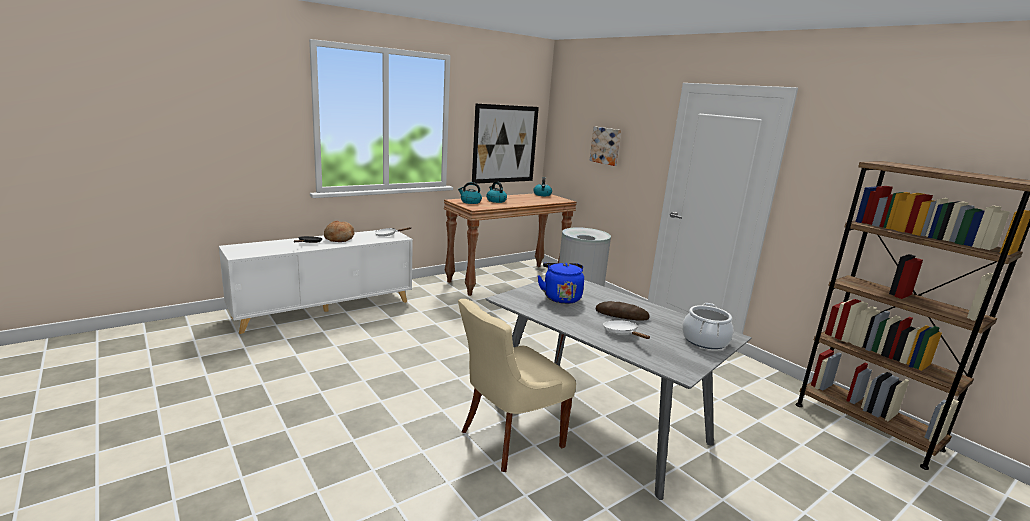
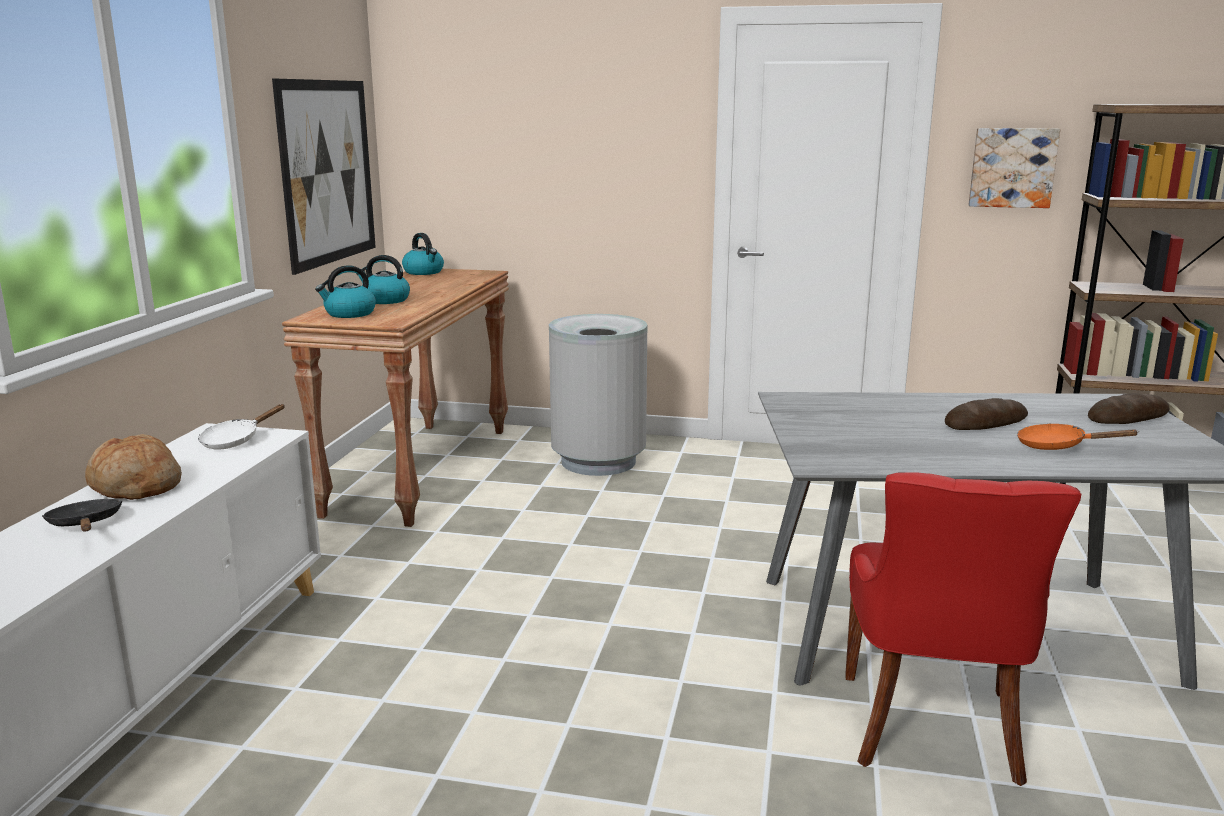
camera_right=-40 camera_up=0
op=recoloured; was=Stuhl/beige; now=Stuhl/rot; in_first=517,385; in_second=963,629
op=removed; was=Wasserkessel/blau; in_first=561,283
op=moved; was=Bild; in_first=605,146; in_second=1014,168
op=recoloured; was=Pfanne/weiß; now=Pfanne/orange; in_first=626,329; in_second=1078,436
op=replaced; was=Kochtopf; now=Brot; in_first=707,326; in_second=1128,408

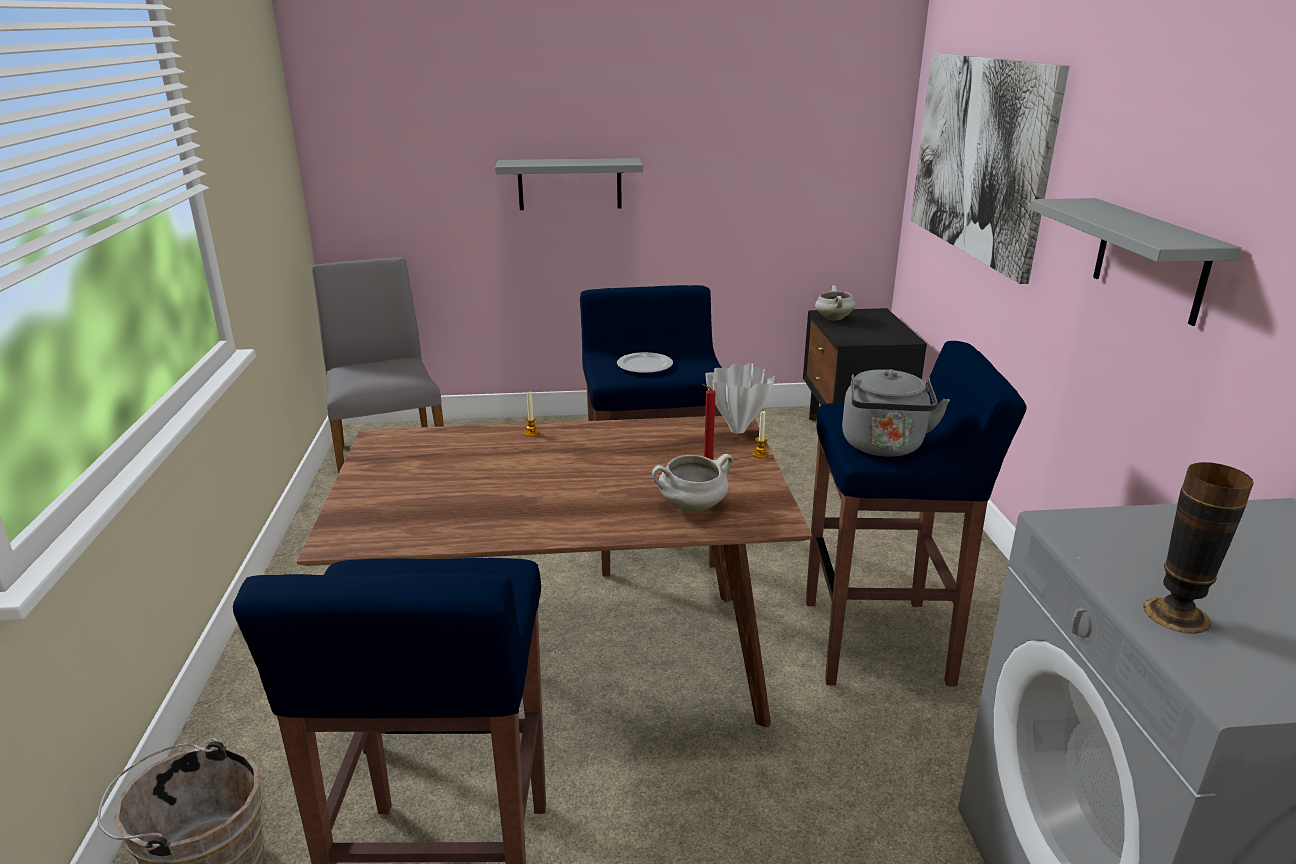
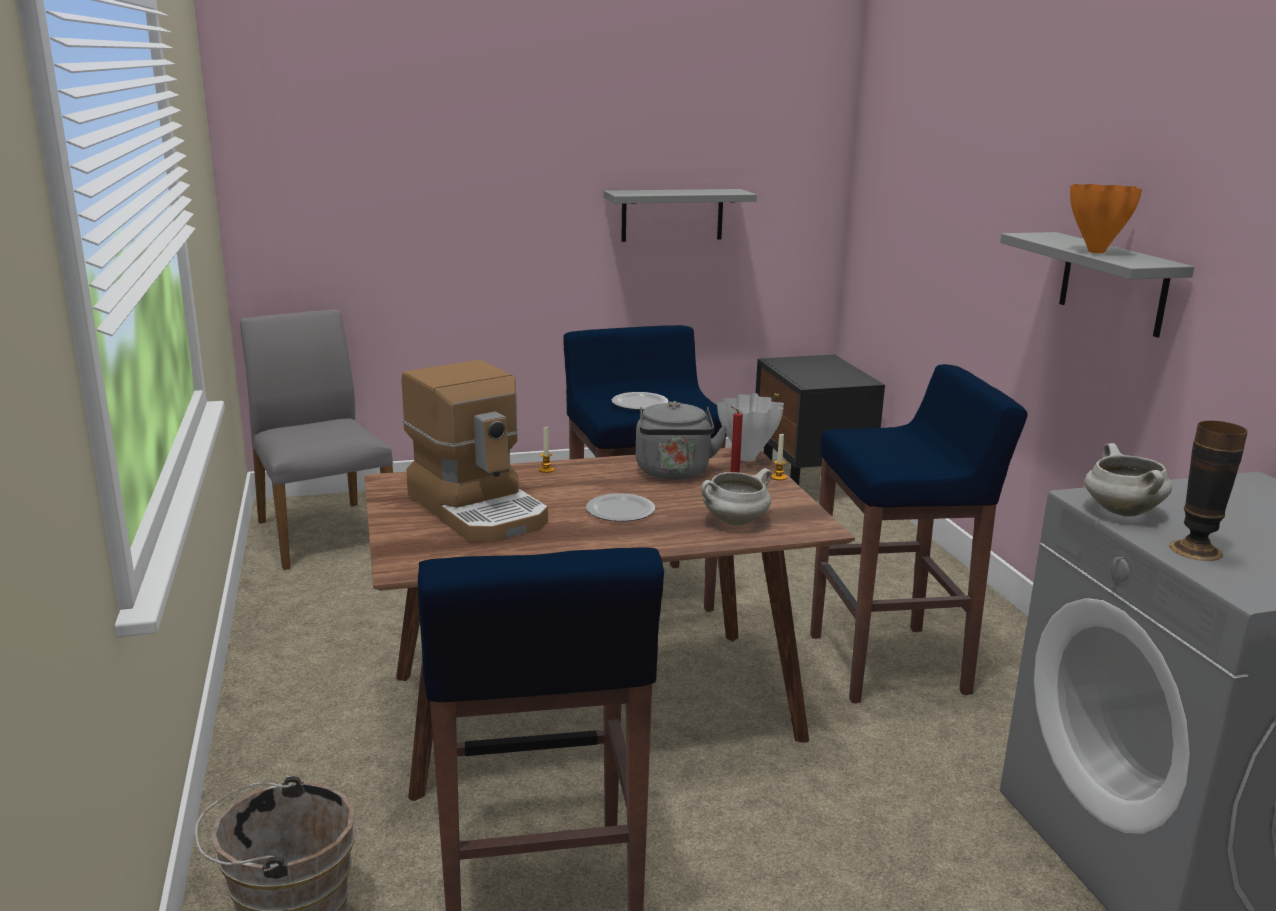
camera_right=-10 camera_up=-5
op=moved; was=Wandregal/grau; in_first=569,184; in_second=680,215
op=moved; was=Kochtopf/weiß; in_first=835,302; in_second=1128,480
op=moved; was=Wasserkessel/grau; in_first=896,413; in_second=682,440
op=removed; was=Bild; in_first=990,168
op=added; now=Kaffeemaschine; in_second=475,451
op=added; now=Teller; in_second=620,507
op=added; now=Vase/orange; in_second=1106,218

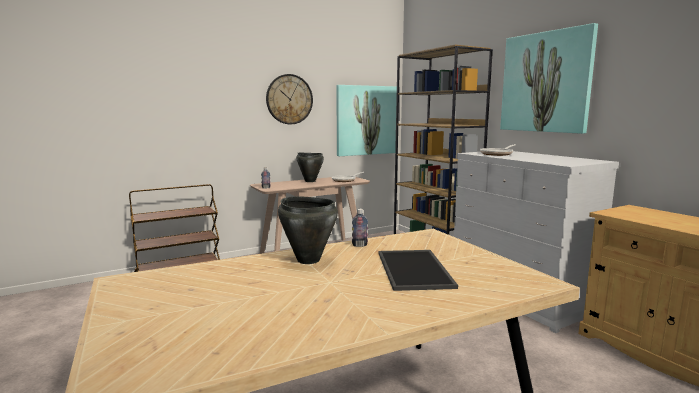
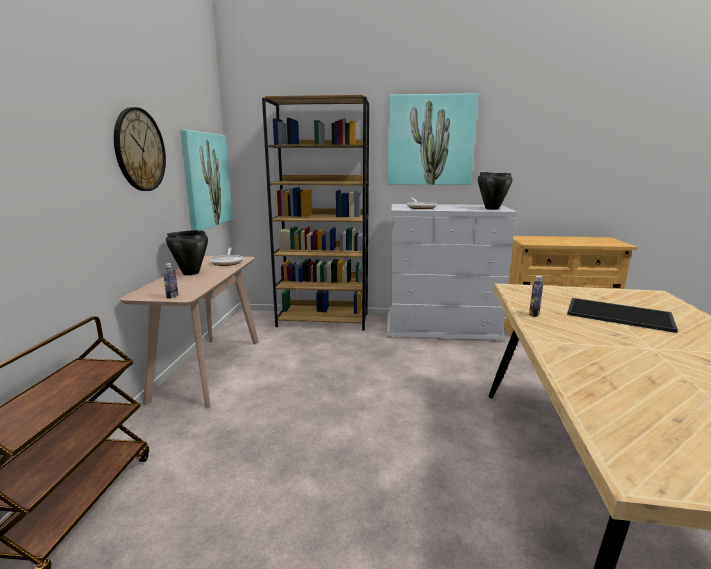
camera_right=-55 camera_up=5
op=moved; was=Kochtopf/schwarz; in_first=308,230; in_second=495,191

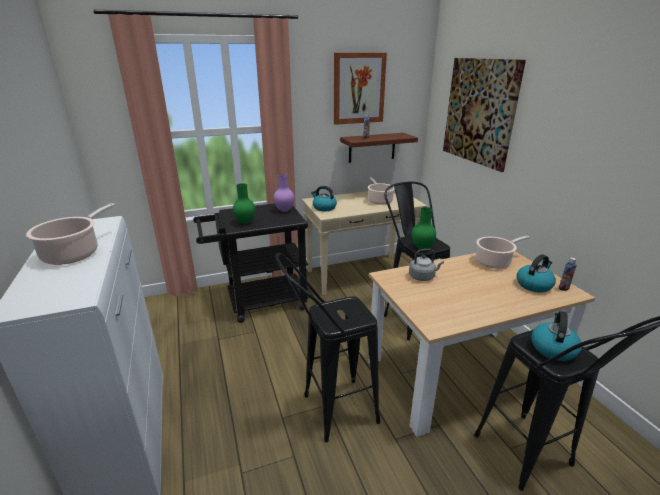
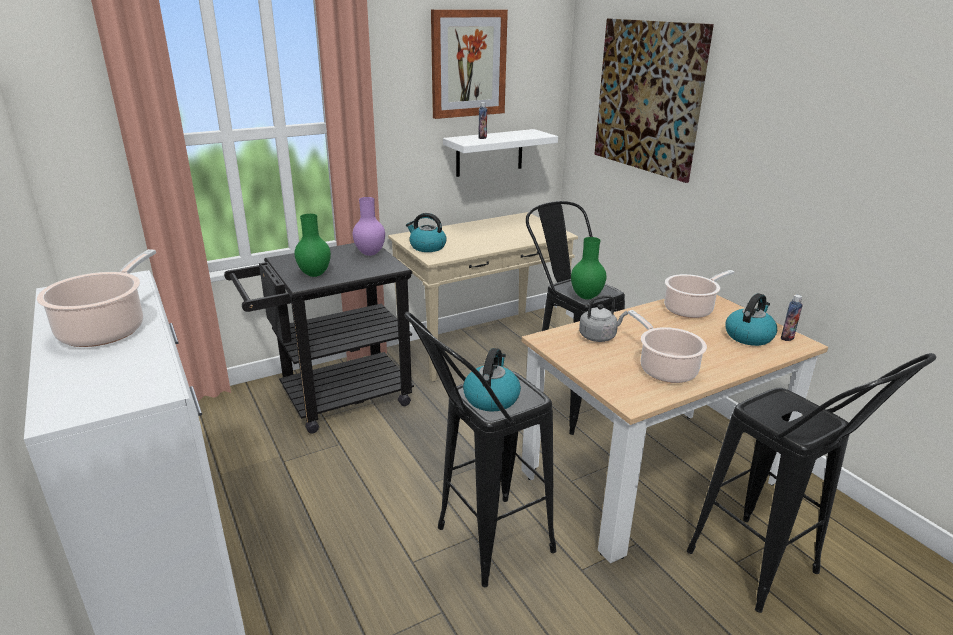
camera_right=-10 camera_up=0
op=recoloured; was=Wandregal/braun; now=Wandregal/weiß; in_first=379,148; in_second=500,153
op=moved; was=Kochtopf; in_first=381,191; in_second=667,346
op=moved; was=Wasserkessel; in_first=556,336; in_second=492,380

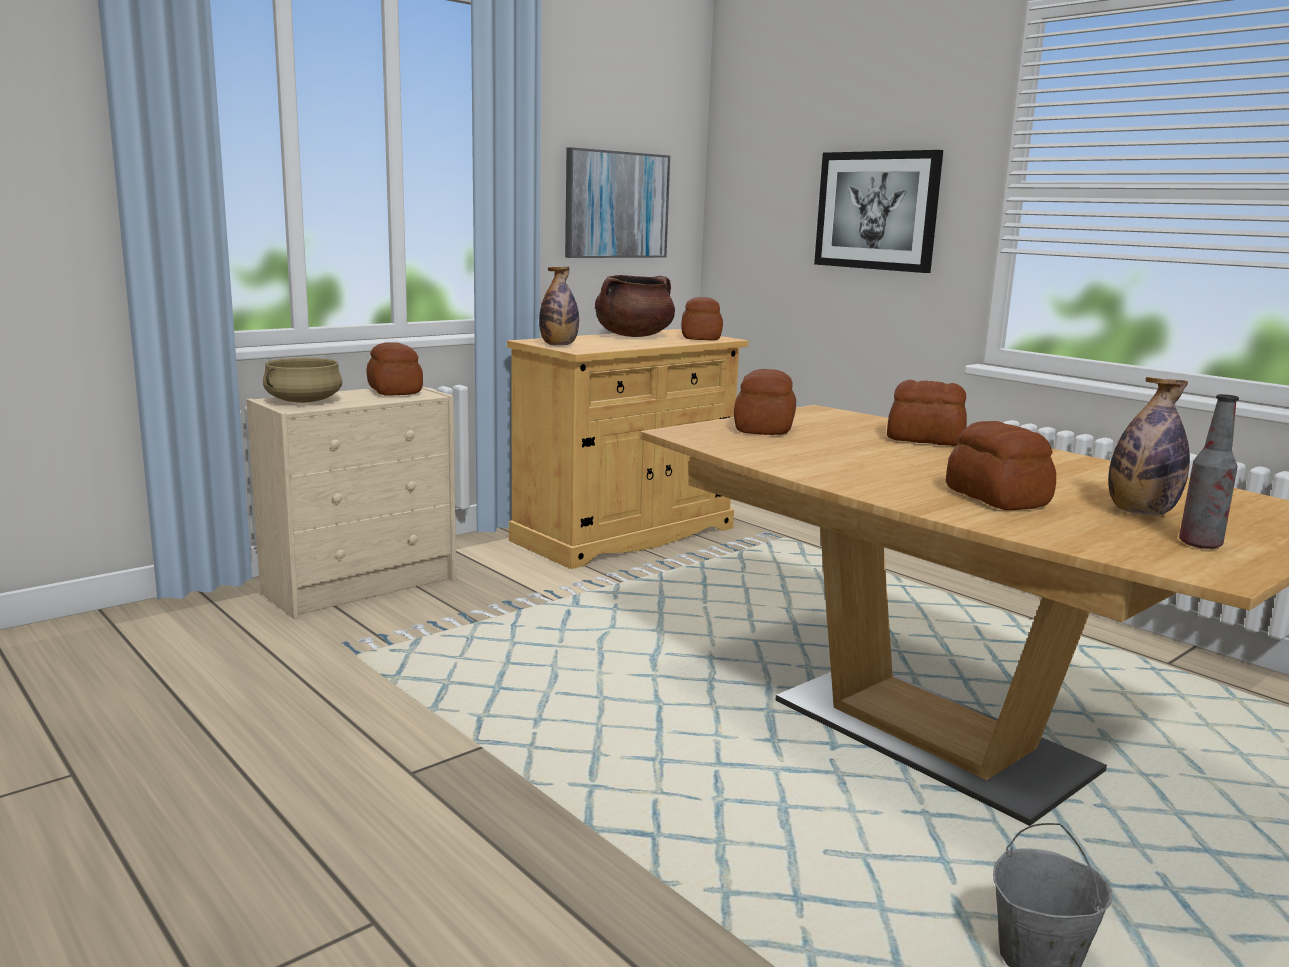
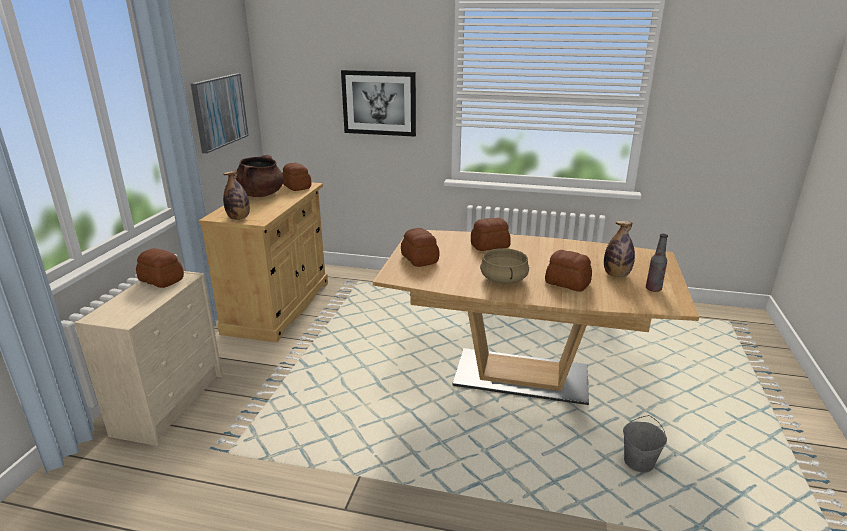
camera_right=-35 camera_up=10
op=moved; was=Kochtopf/beige; in_first=303,380; in_second=504,266

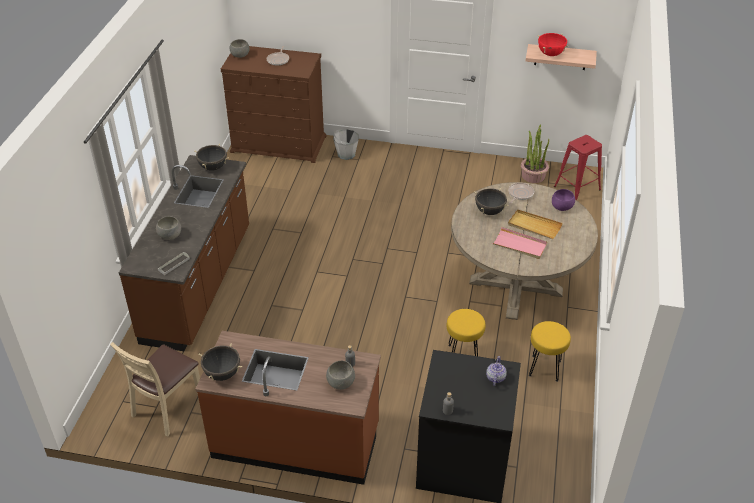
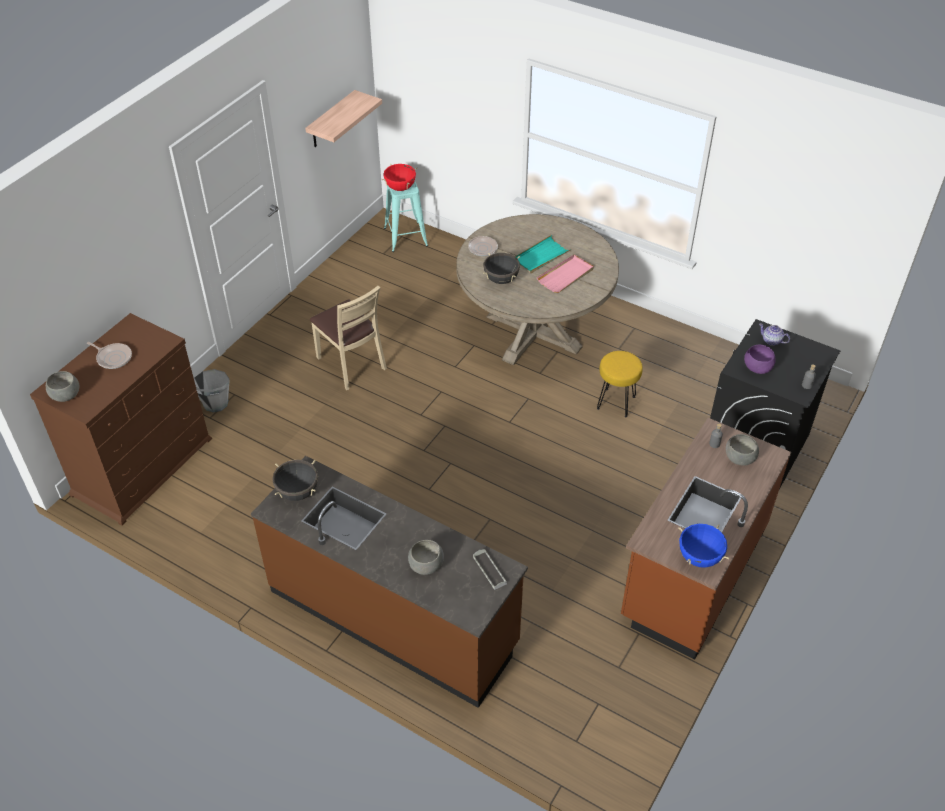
camera_right=-70 camera_up=5
op=moved; was=Stuhl/beige; in_first=155,389; in_second=348,338
op=recoloured; was=Kochtopf/schwarz; now=Kochtopf/blau; in_first=220,362; in_second=703,546
op=recoloured; was=Tablett/beige; now=Tablett/türkis; in_first=535,224; in_second=543,254
op=removed; was=Topfpflanze; in_first=535,153
op=removed; was=Hocker/gelb; in_first=550,351
op=moved; was=Kochtopf/rot; in_first=552,44; in_second=400,177
op=moved; was=Schüssel/lila; in_first=563,200; in_second=760,359
op=recoloured; was=Hocker/rot; now=Hocker/türkis; in_first=578,167; in_second=406,216

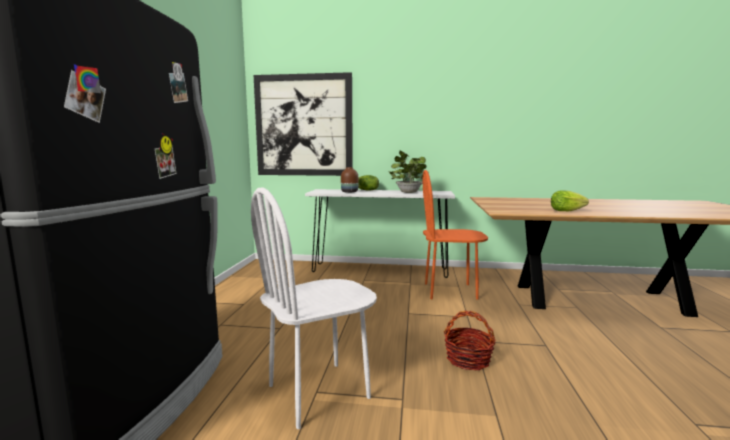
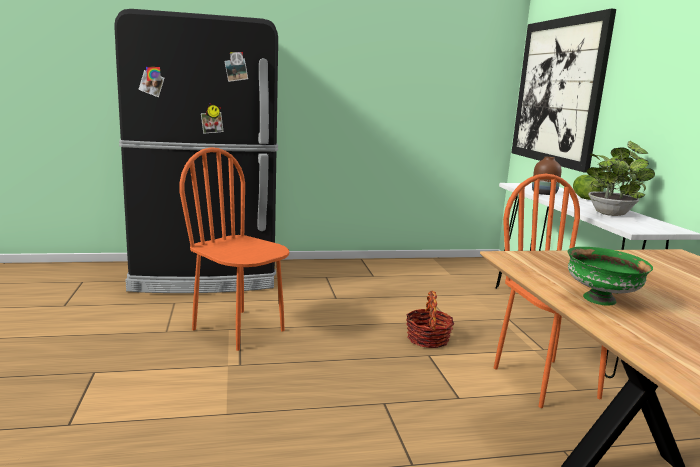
camera_right=70 camera_up=5
op=recoloured; was=Stuhl/weiß; now=Stuhl/orange; in_first=314,308; in_second=234,249
op=moved; was=Korb; in_first=470,340; in_second=430,319
op=replaced; was=Salatkopf; now=Schüssel/grün; in_first=570,200; in_second=610,276

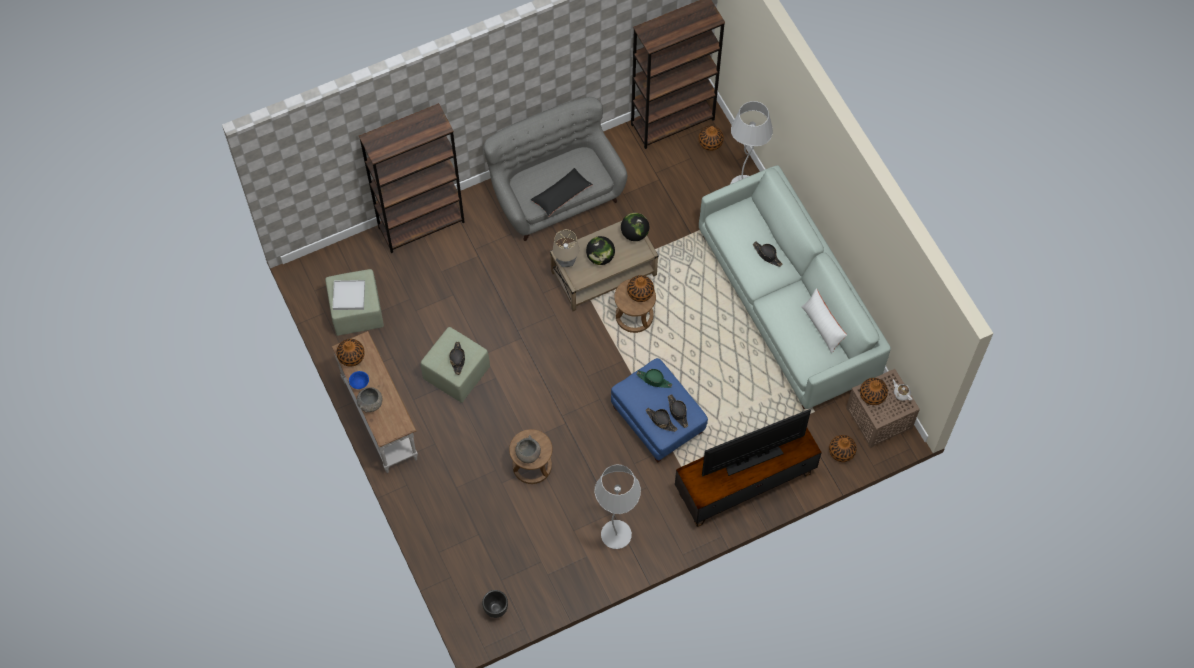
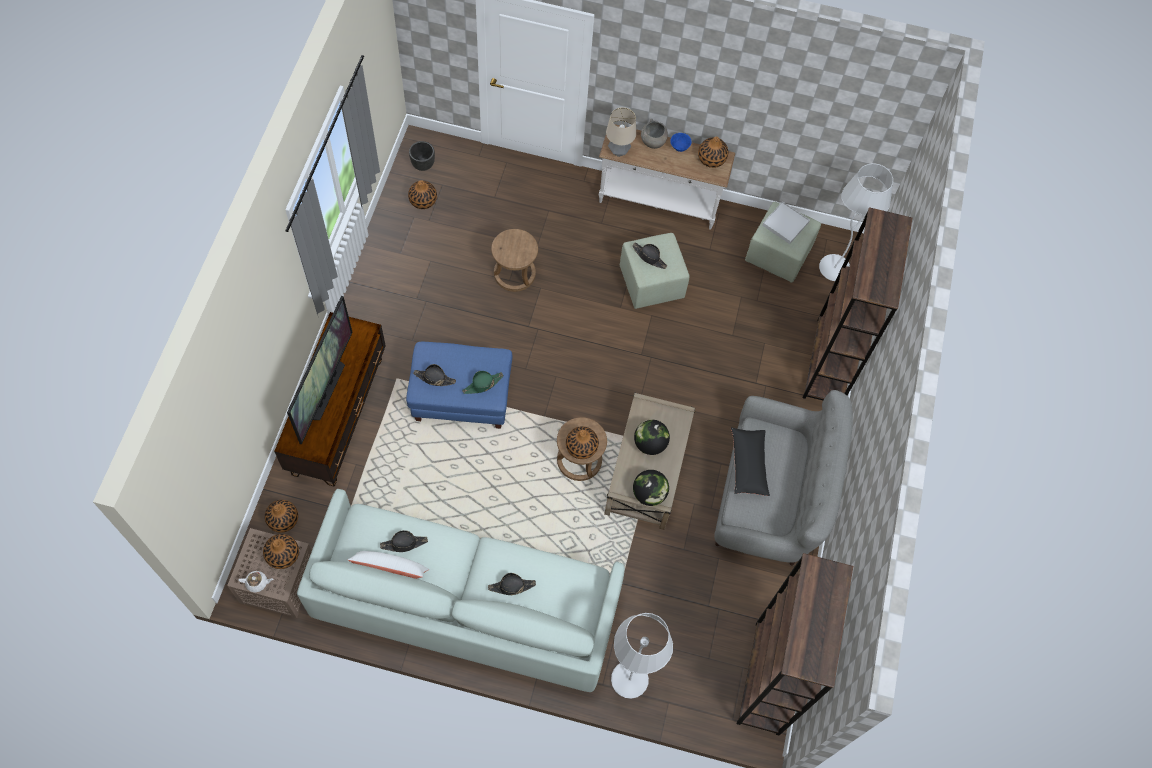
camera_right=125 camera_up=0
op=removed; was=Schüssel/grau; in_first=528,449
op=moved; was=Tischlampe; in_first=566,248; in_second=621,132
op=moved; was=Stehlampe/weiß; in_first=617,507; in_second=856,222
op=moved; was=Hut/schwarz; in_first=661,420; in_second=404,541
op=moved; was=Vase; in_first=711,138; in_second=422,194

